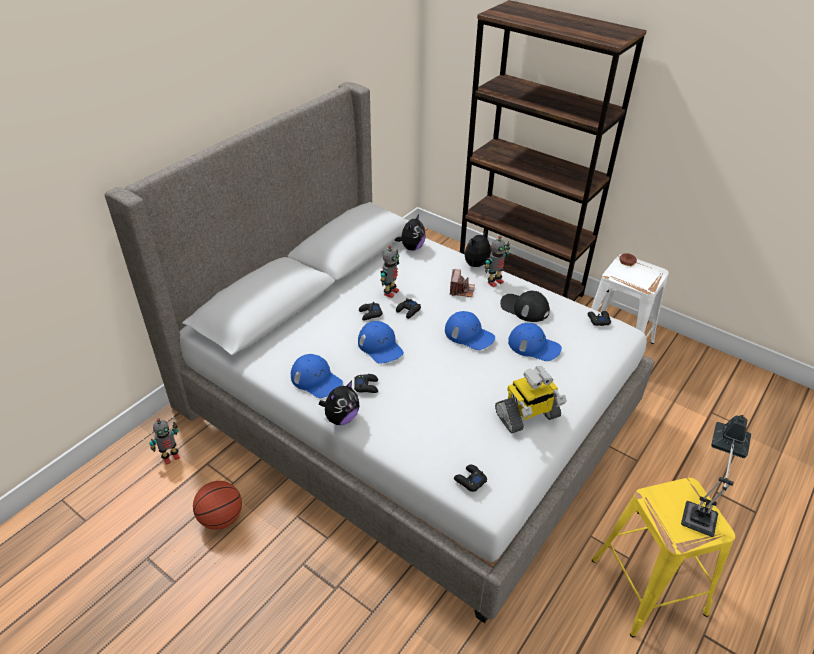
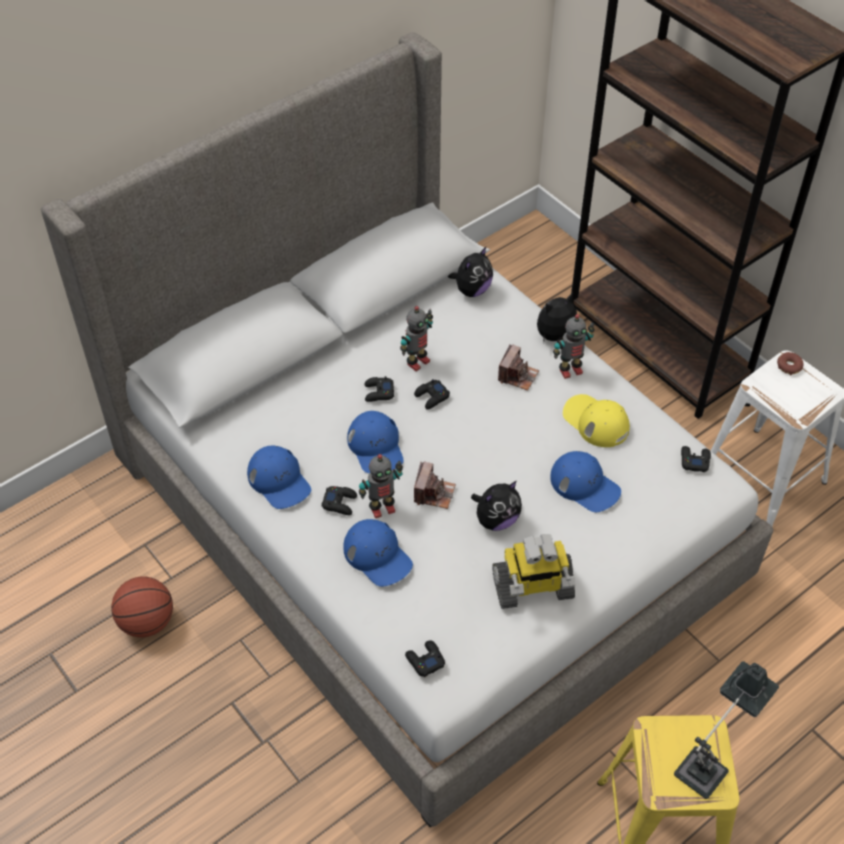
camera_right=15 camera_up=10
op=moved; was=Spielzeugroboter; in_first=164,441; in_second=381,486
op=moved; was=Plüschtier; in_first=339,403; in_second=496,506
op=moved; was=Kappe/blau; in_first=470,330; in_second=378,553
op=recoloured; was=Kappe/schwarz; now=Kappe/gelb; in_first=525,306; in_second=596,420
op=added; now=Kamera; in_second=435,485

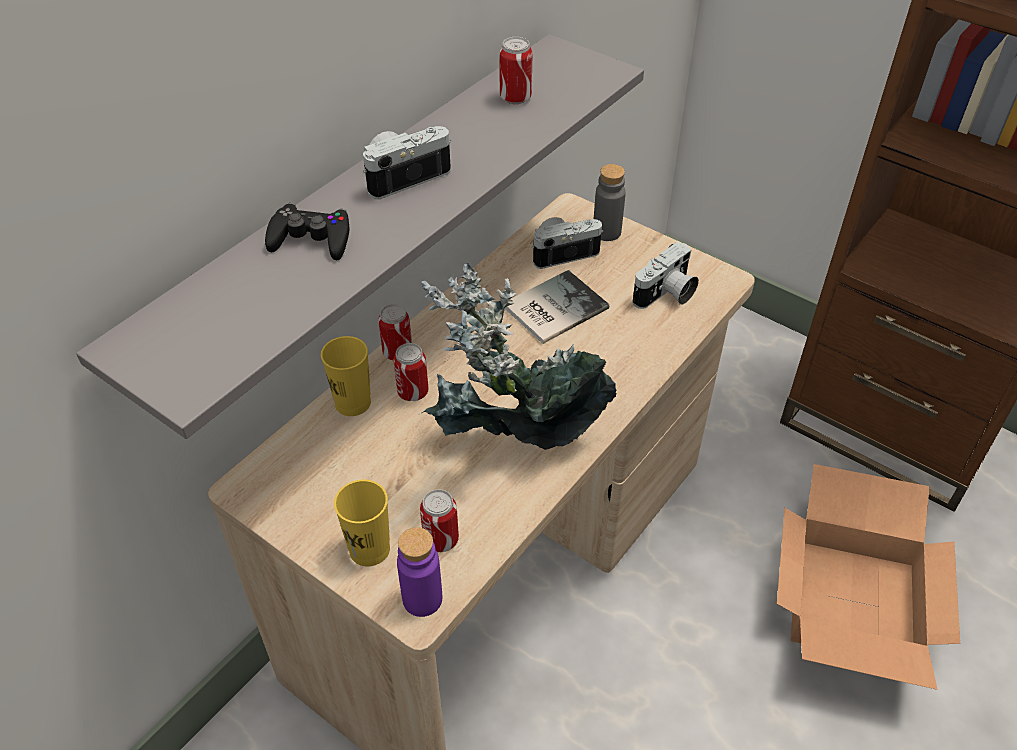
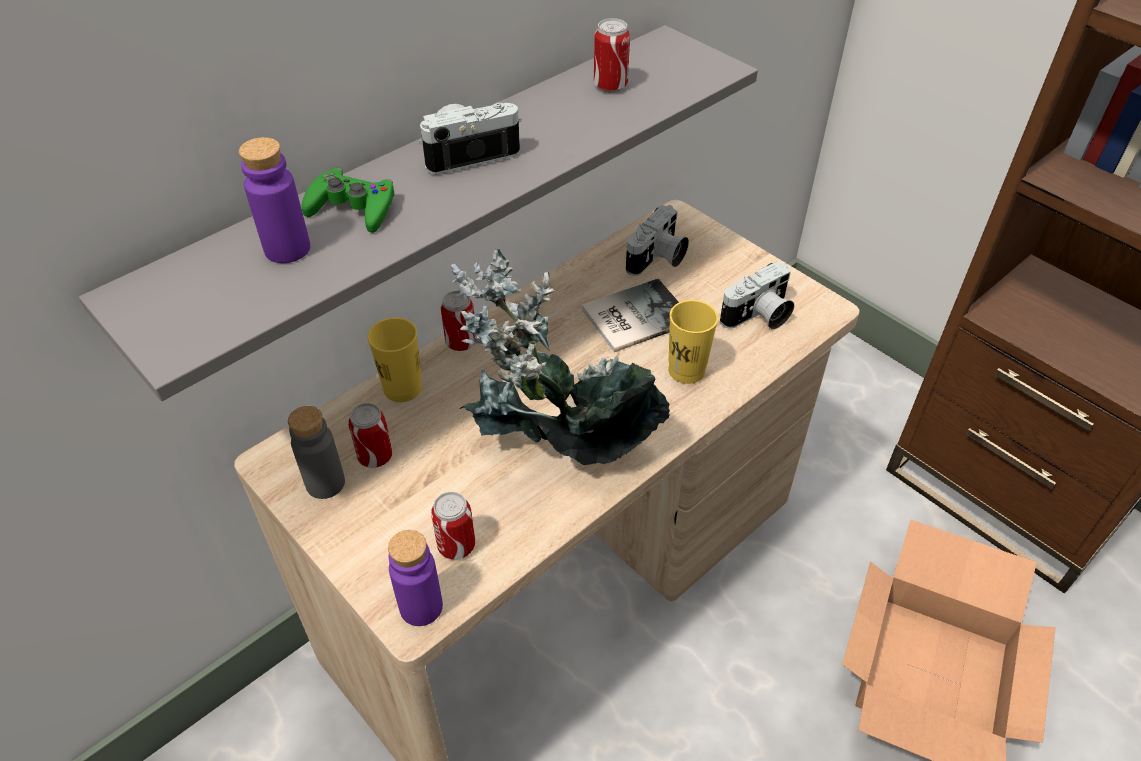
camera_right=10 camera_up=0
op=recoloured; was=Gamepad/schwarz; now=Gamepad/grün; in_first=307,231; in_second=347,200
op=moved; was=Tasse/gelb; in_first=362,523; in_second=693,342
op=moved; was=Dose; in_first=411,372; in_second=370,435
op=turned; was=Kamera; in_first=567,243; in_second=657,240; clockwise=135
op=moved; was=Flasche/grau; in_first=610,202; in_second=316,452
op=added; now=Flasche/lila; in_second=274,200

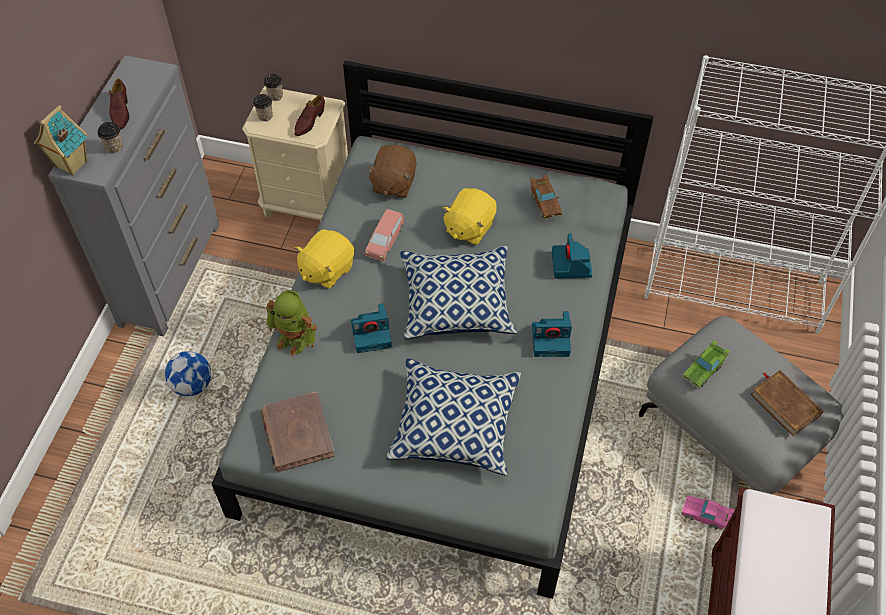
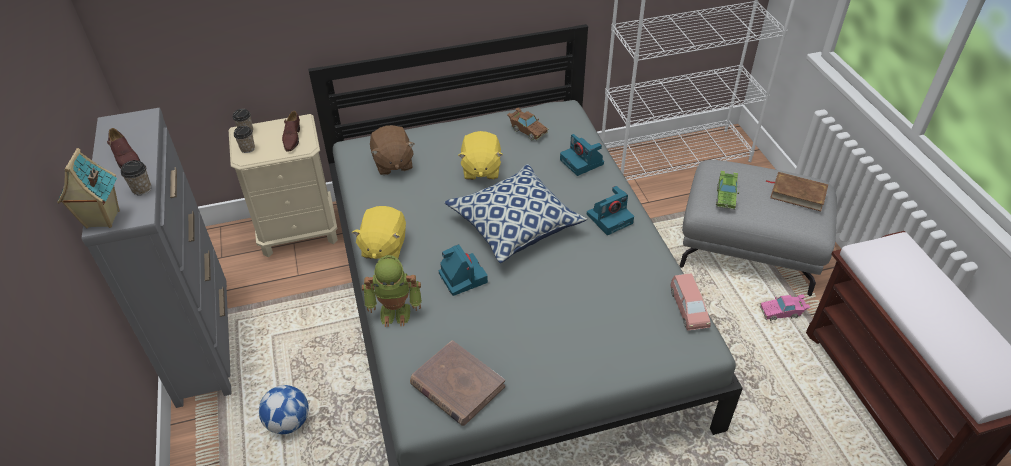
camera_right=-30 camera_up=-10
op=turned; was=Kamera; in_first=371,328; in_second=463,270; clockwise=-75
op=moved; was=Spielzeugauto/rosa; in_first=384,235; in_second=691,302
op=removed; was=Kissen; in_first=453,416

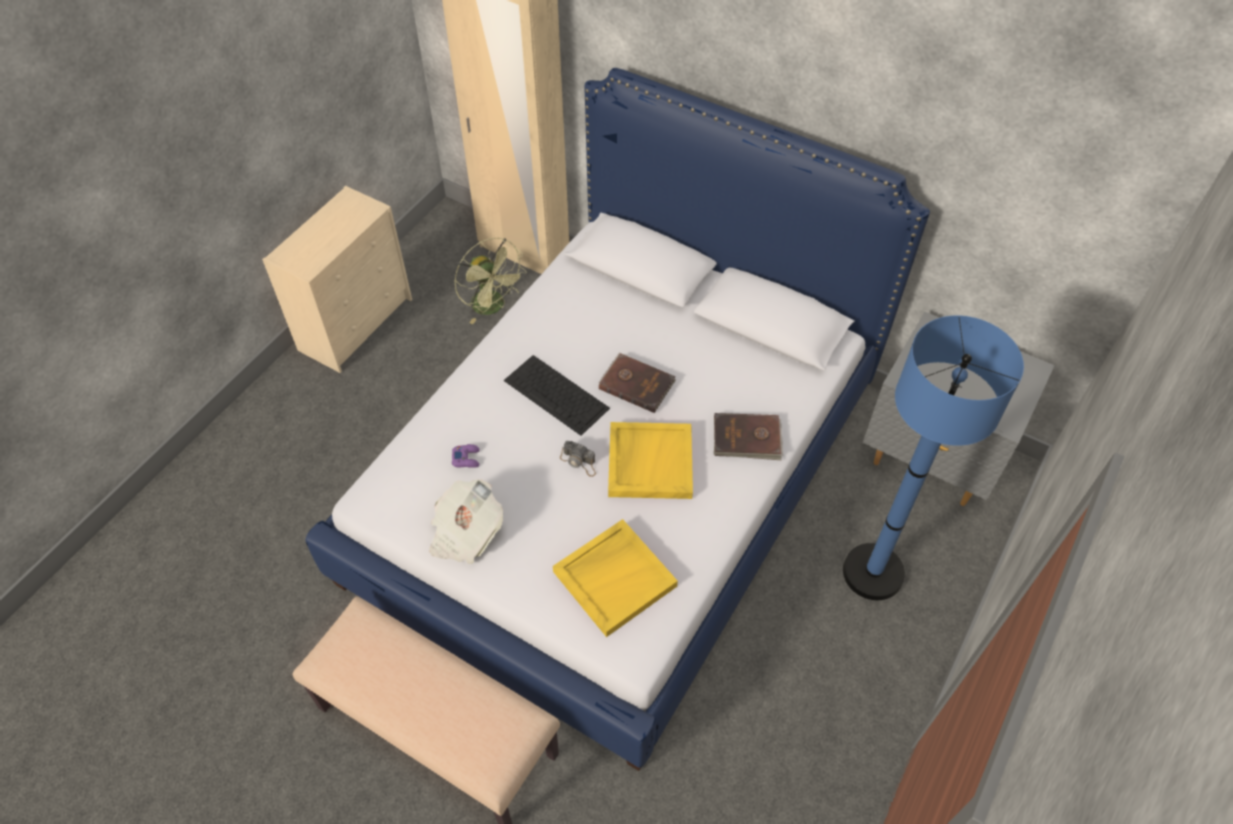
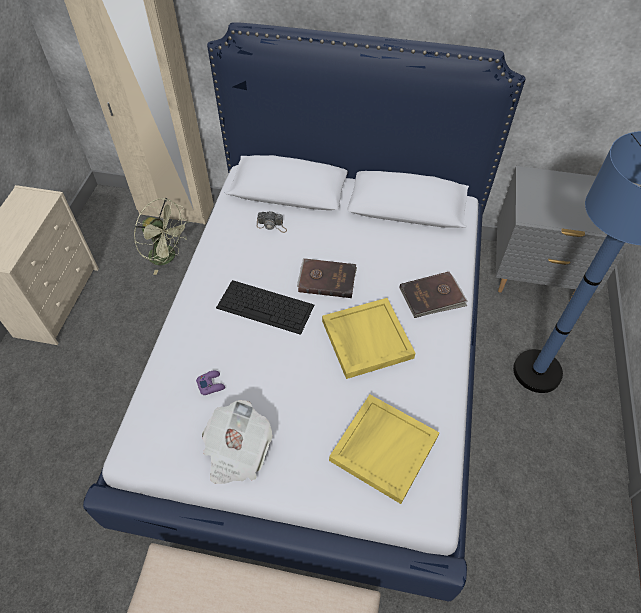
camera_right=-20 camera_up=0
op=moved; was=Kamera; in_first=578,459; in_second=272,222

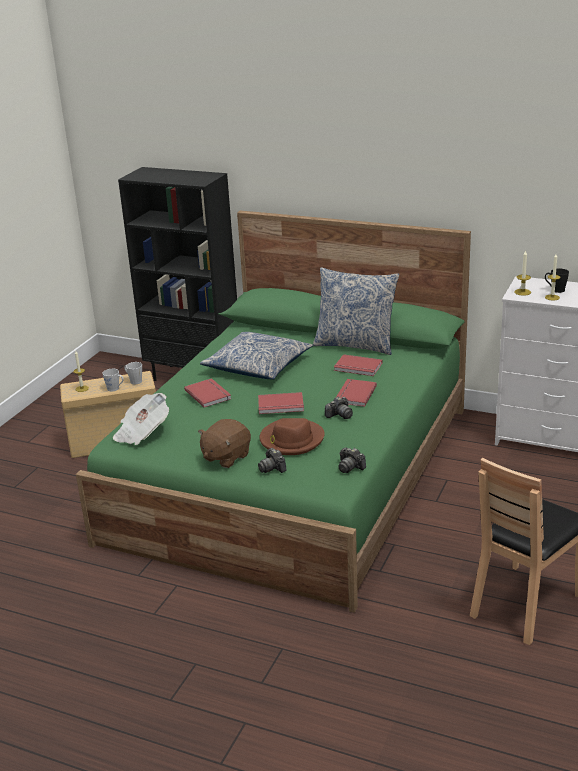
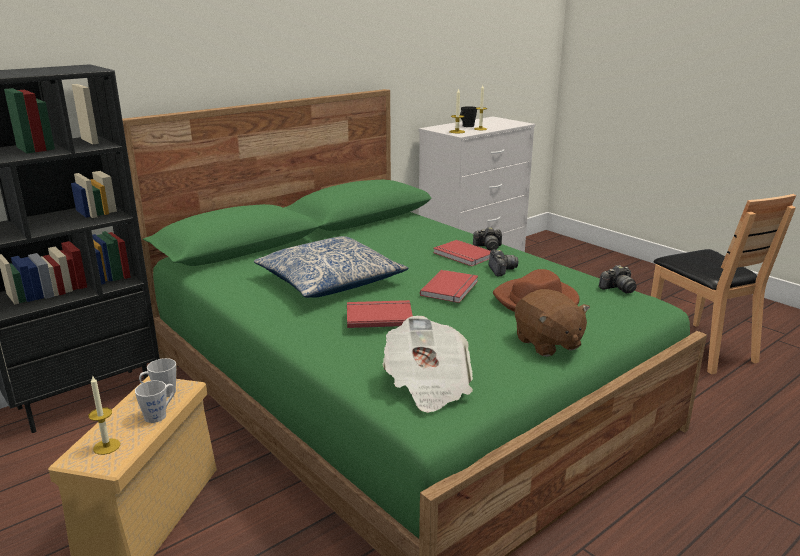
camera_right=-65 camera_up=-5
op=moved; was=Kamera; in_first=272,460; in_second=487,239
op=removed; was=Kissen; in_first=356,311
op=removed; was=Buch/rot; in_first=358,365

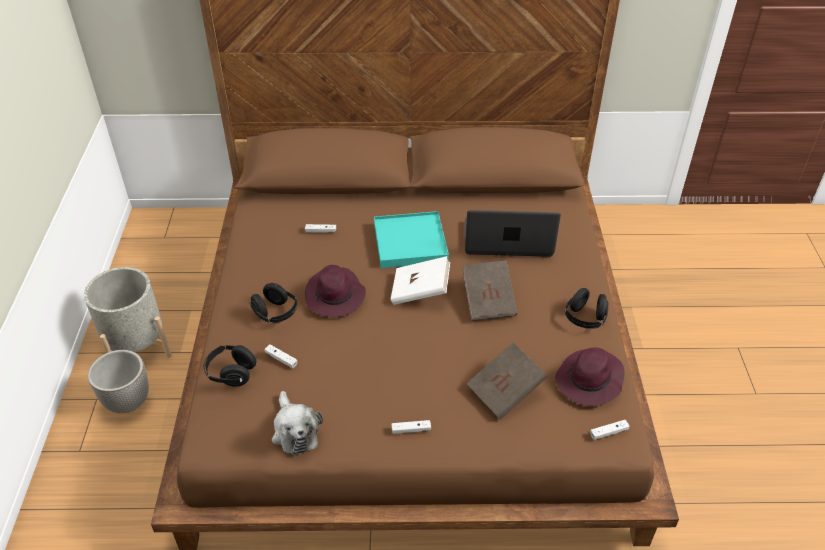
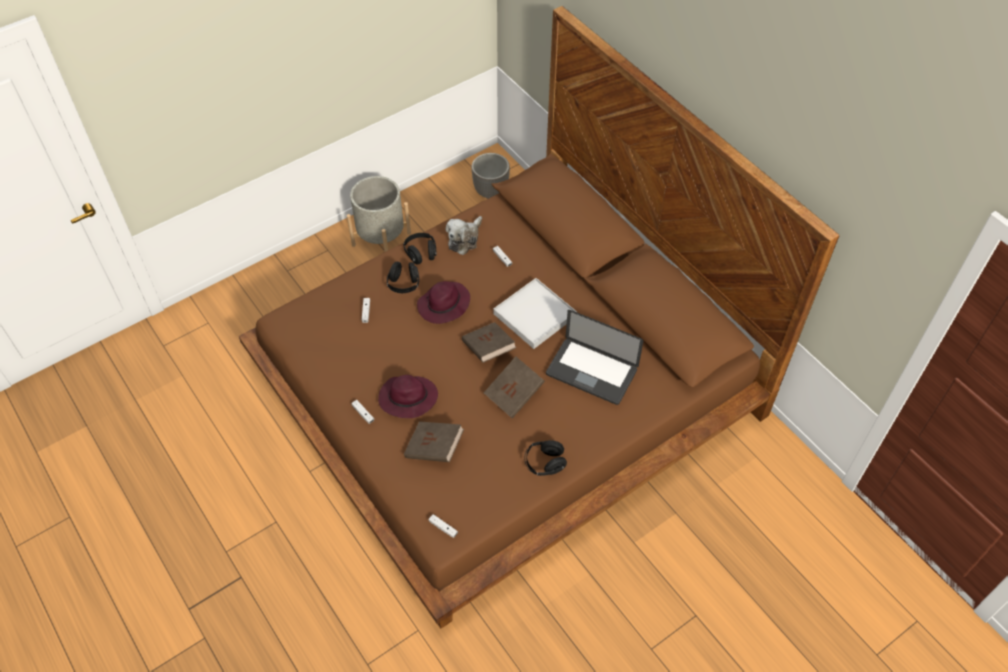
camera_right=55 camera_up=10
op=moved; was=Pflanzkübel; in_first=118,381; in_second=490,176
op=moved; was=Kopfhörer/schwarz; in_first=230,366; in_second=420,248
op=moved; was=Plüschtier; in_first=297,423; in_second=464,235
op=recoloured; was=Tablett/türkis; now=Tablett/weiß; in_first=411,239; in_second=535,313
op=recoloured; was=Buch/weiß; now=Buch/braun; in_first=420,280; in_second=489,342
op=turned; was=Laptop; in_first=513,233; in_second=594,357; clockwise=150
op=moved; was=Hut/lila; in_first=590,377; in_second=408,396

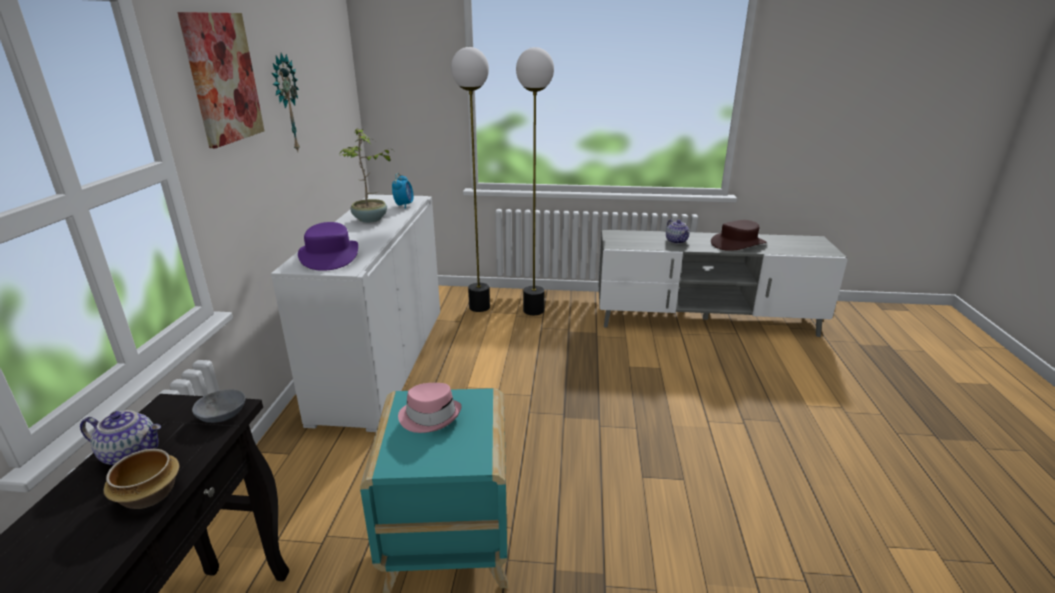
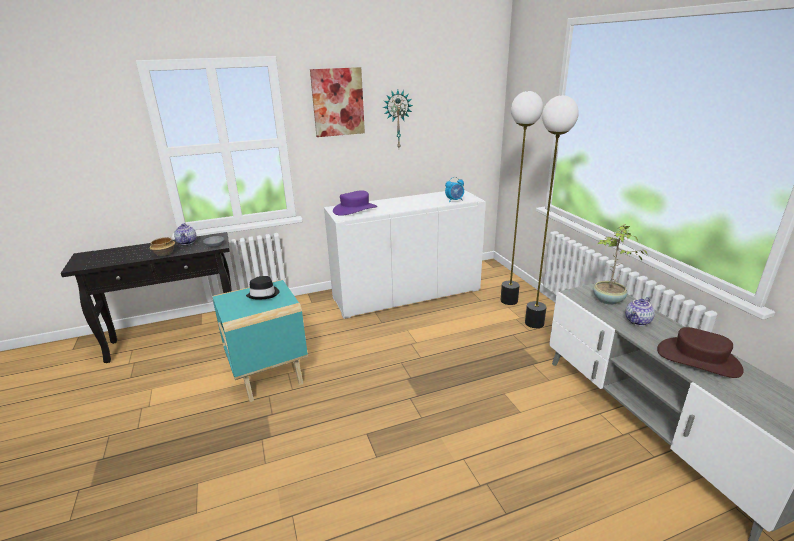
camera_right=65 camera_up=0
op=moved; was=Topfpflanze; in_first=365,175; in_second=620,264
op=recoloured; was=Hut/rosa; now=Hut/schwarz; in_first=430,408; in_second=262,287

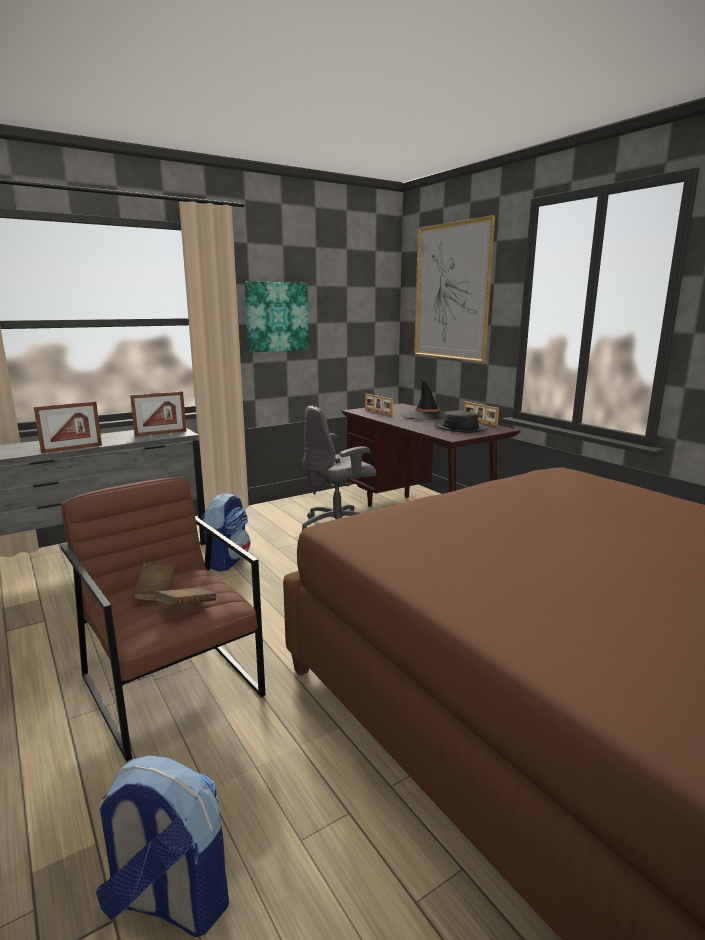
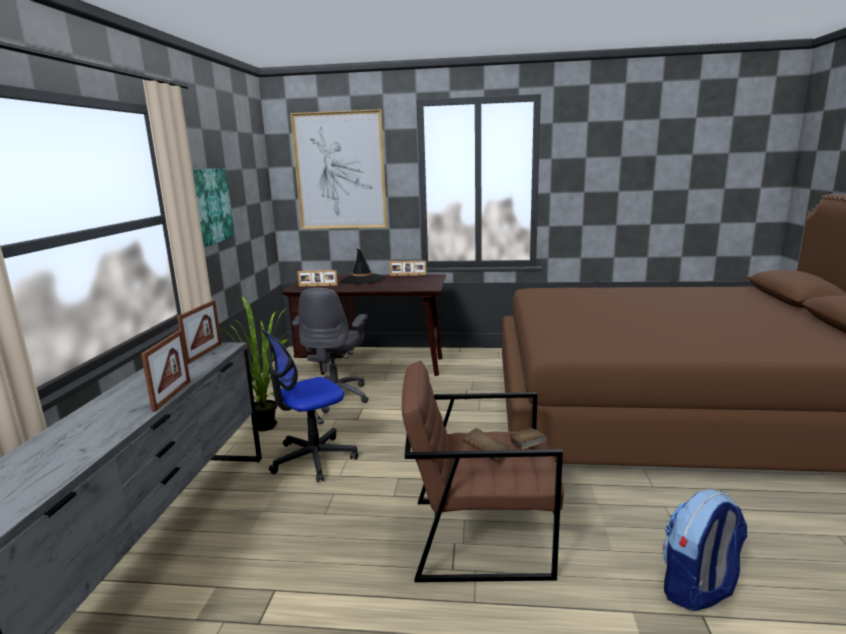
camera_right=-50 camera_up=0
op=replaced; was=Rucksack; now=Bürostuhl; in_first=225,532; in_second=309,405
op=removed; was=Hut/schwarz; in_first=461,421
op=added; now=Topfpflanze; in_second=254,363

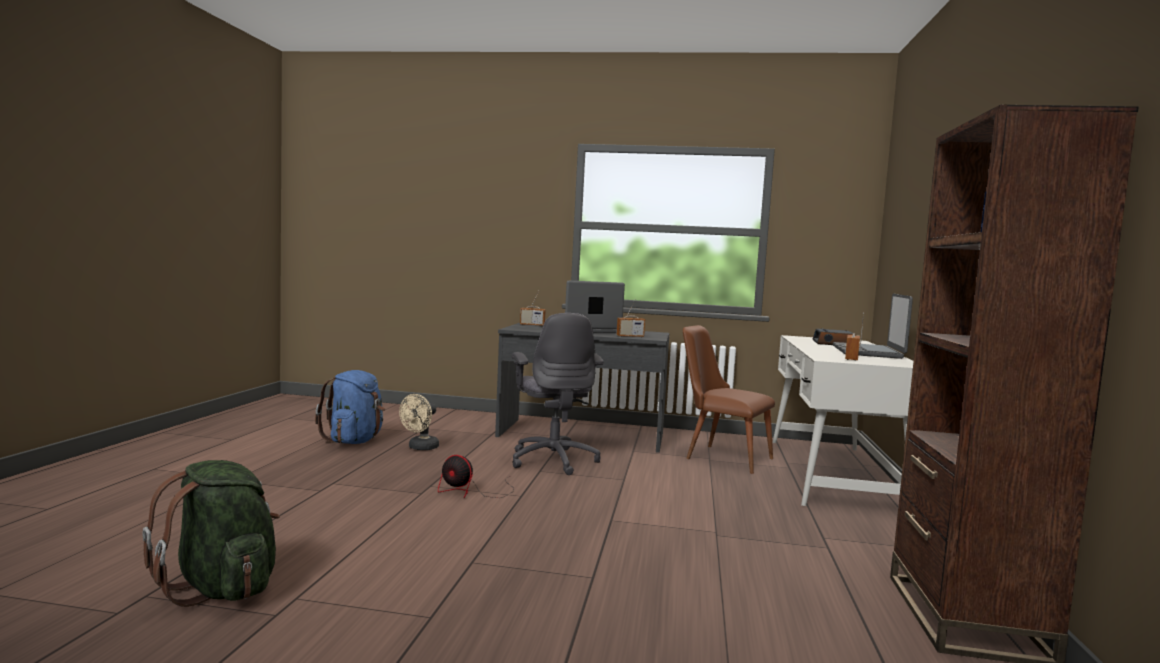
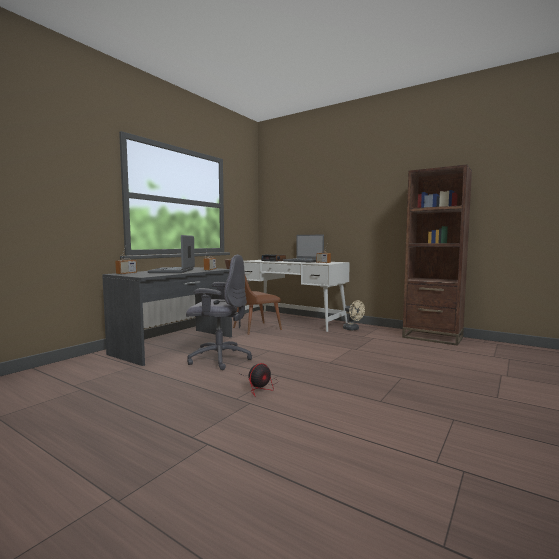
camera_right=-65 camera_up=0
op=removed; was=Rucksack/grün; in_first=211,533
op=removed; was=Rucksack/blau; in_first=350,407
op=moved; was=Ventilator/beige; in_first=419,422; in_second=354,315

